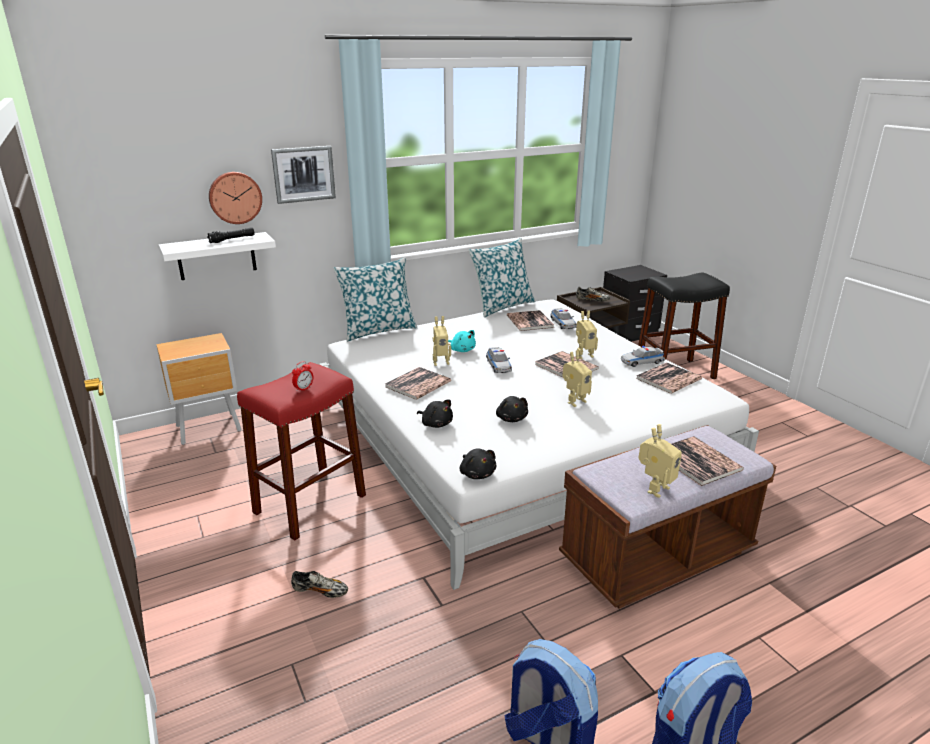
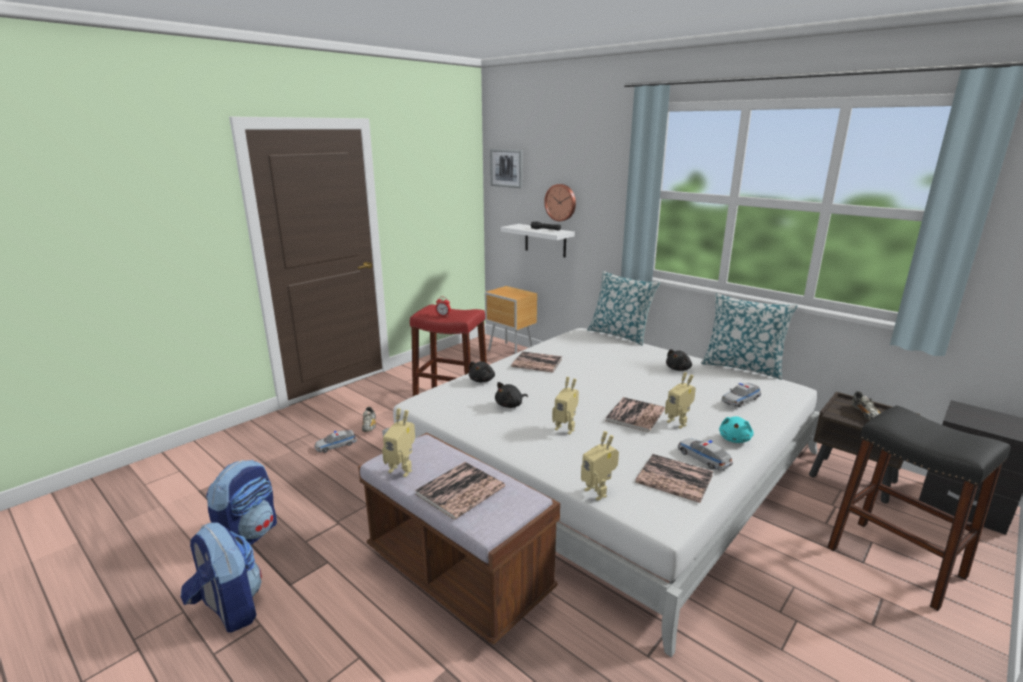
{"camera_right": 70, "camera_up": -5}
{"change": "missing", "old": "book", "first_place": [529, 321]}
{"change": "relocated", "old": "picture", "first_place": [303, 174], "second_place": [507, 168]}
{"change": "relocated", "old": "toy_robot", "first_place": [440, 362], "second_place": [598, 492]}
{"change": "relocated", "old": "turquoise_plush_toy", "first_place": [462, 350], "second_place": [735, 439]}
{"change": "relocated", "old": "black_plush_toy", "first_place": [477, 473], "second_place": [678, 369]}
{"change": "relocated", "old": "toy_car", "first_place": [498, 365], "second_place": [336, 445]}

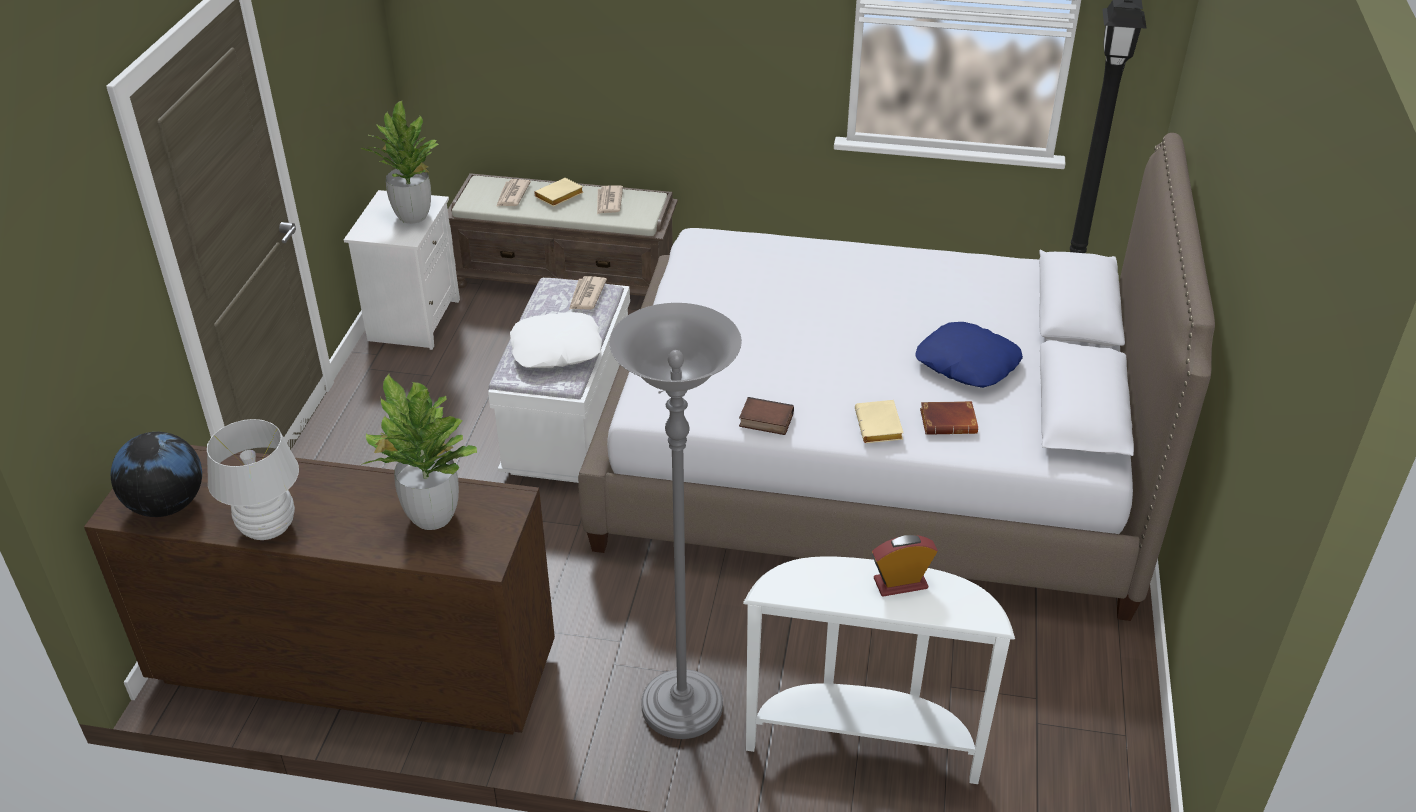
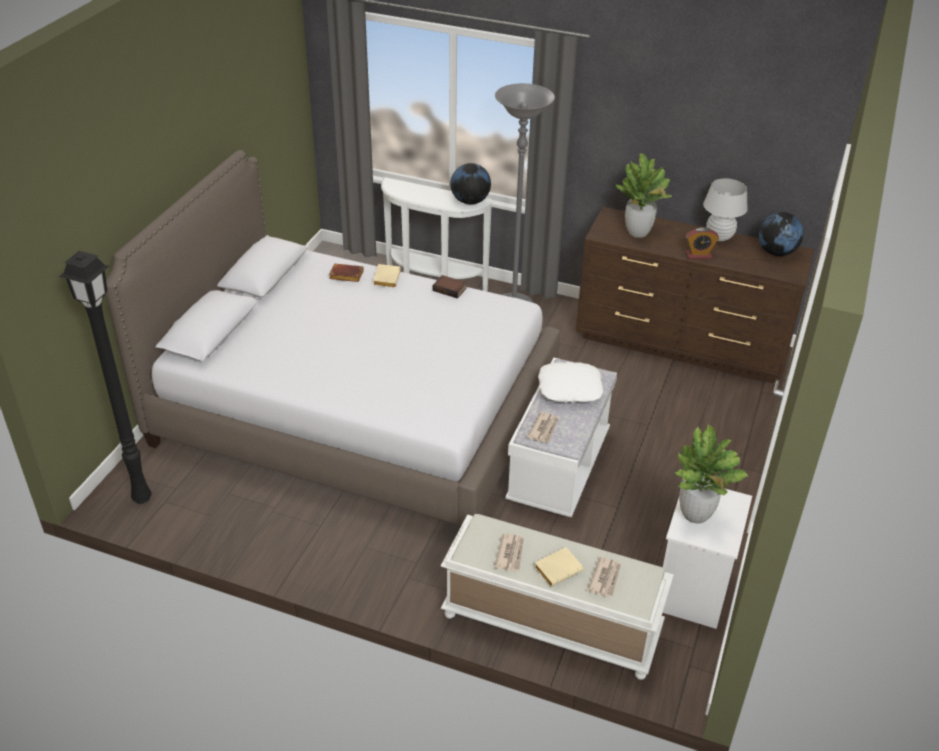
{"camera_right": -170, "camera_up": 0}
{"change": "missing", "old": "blue_pillow", "first_place": [967, 364]}
{"change": "appeared", "new": "globe", "second_place": [470, 201]}
{"change": "relocated", "old": "alarm_clock", "first_place": [900, 583], "second_place": [699, 255]}
{"change": "colour", "old": "brown_bench", "new": "white_bench", "first_place": [568, 278], "second_place": [549, 623]}

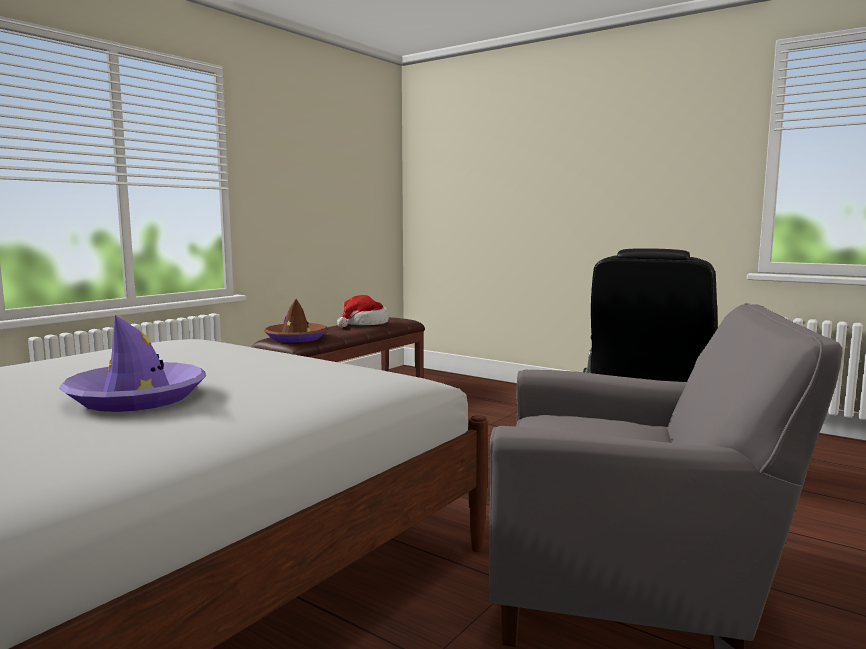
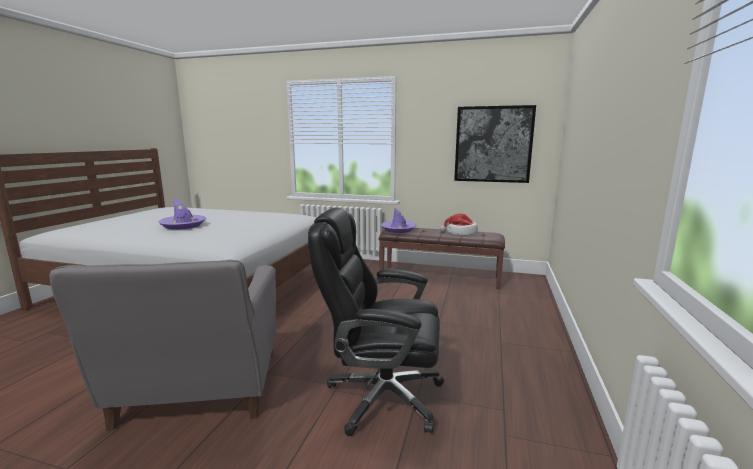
{"camera_right": 70, "camera_up": 5}
{"change": "appeared", "new": "picture", "second_place": [493, 144]}
{"change": "colour", "old": "brown_hat", "new": "purple_hat", "first_place": [296, 338], "second_place": [398, 229]}

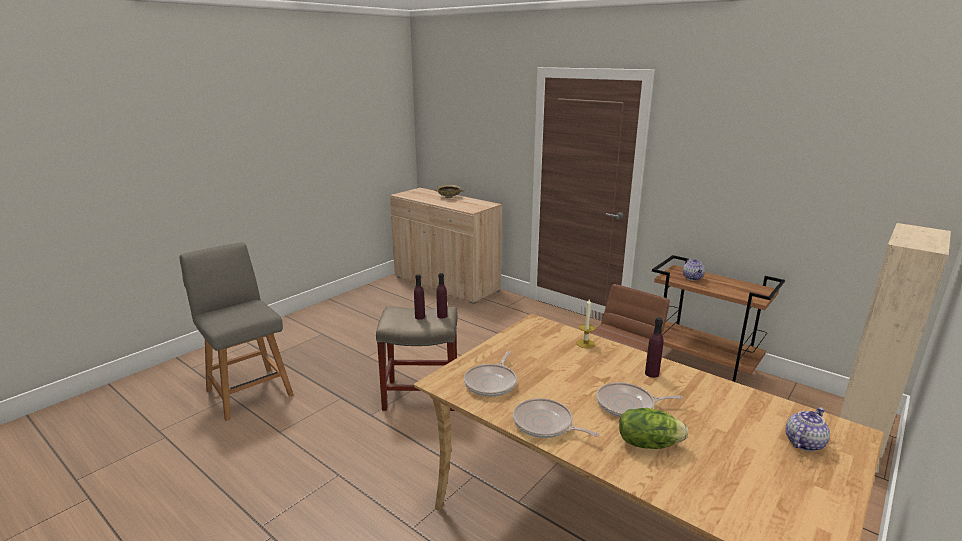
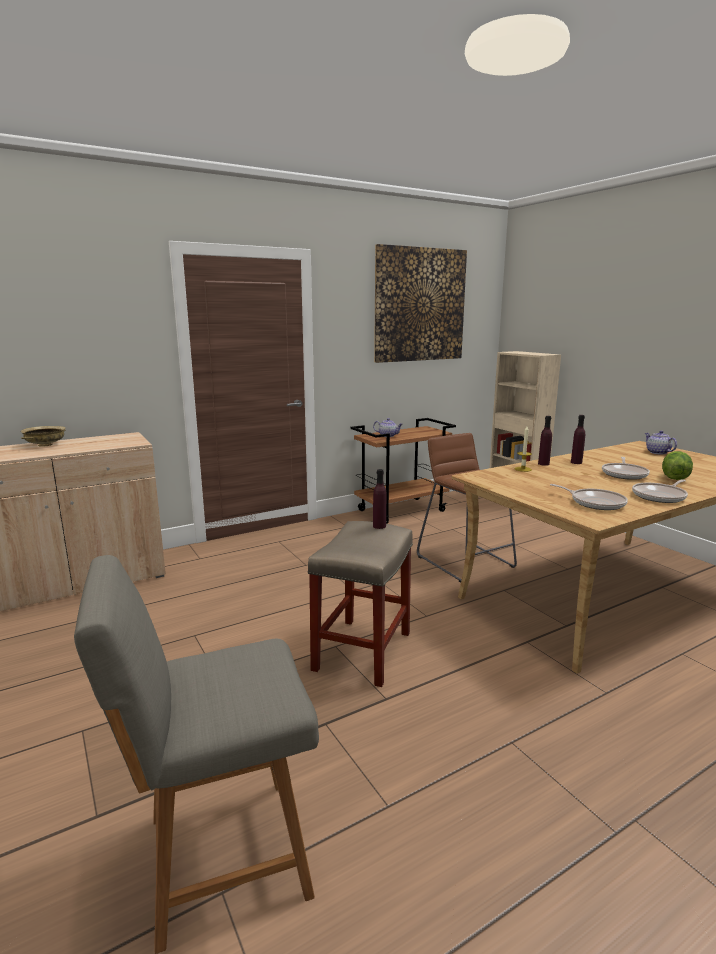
{"camera_right": -70, "camera_up": -5}
{"change": "appeared", "new": "picture", "second_place": [420, 305]}
{"change": "relocated", "old": "purple_bottle", "first_place": [420, 317], "second_place": [543, 464]}

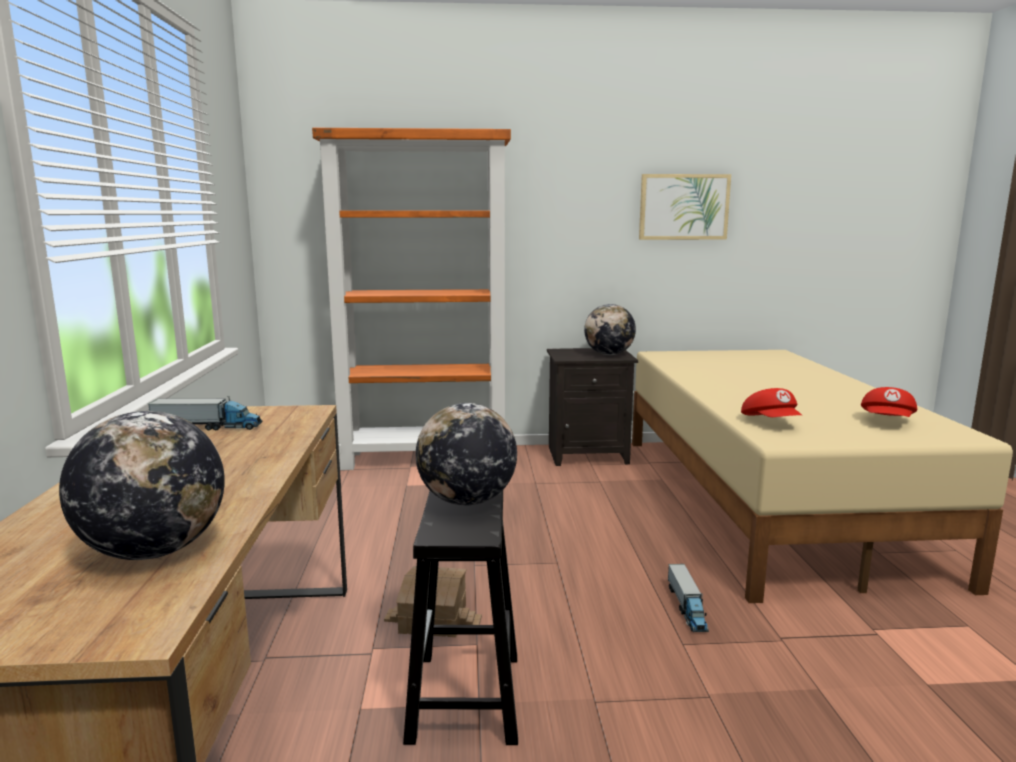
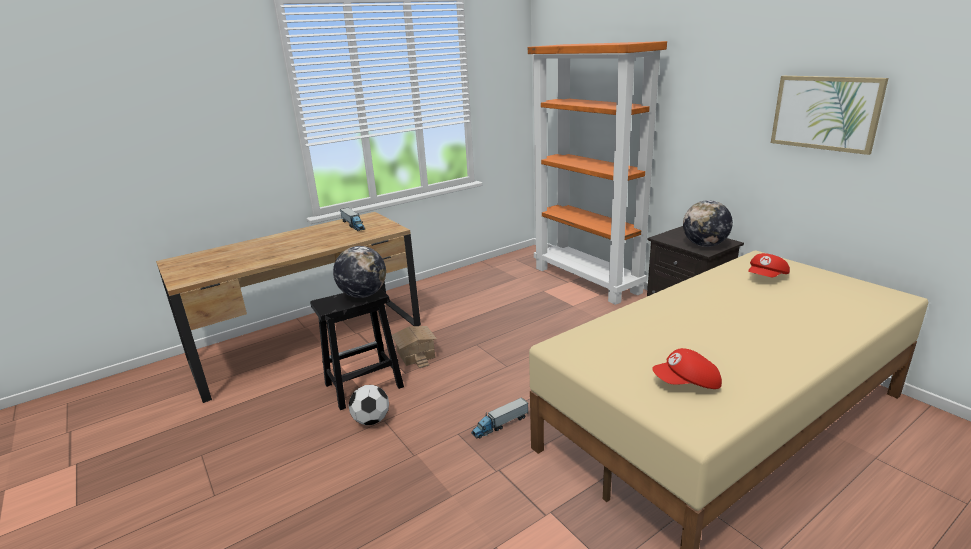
{"camera_right": 60, "camera_up": 10}
{"change": "missing", "old": "globe", "first_place": [154, 551]}
{"change": "appeared", "new": "football", "second_place": [371, 420]}
{"change": "relocated", "old": "red_cap", "first_place": [771, 422], "second_place": [767, 278]}

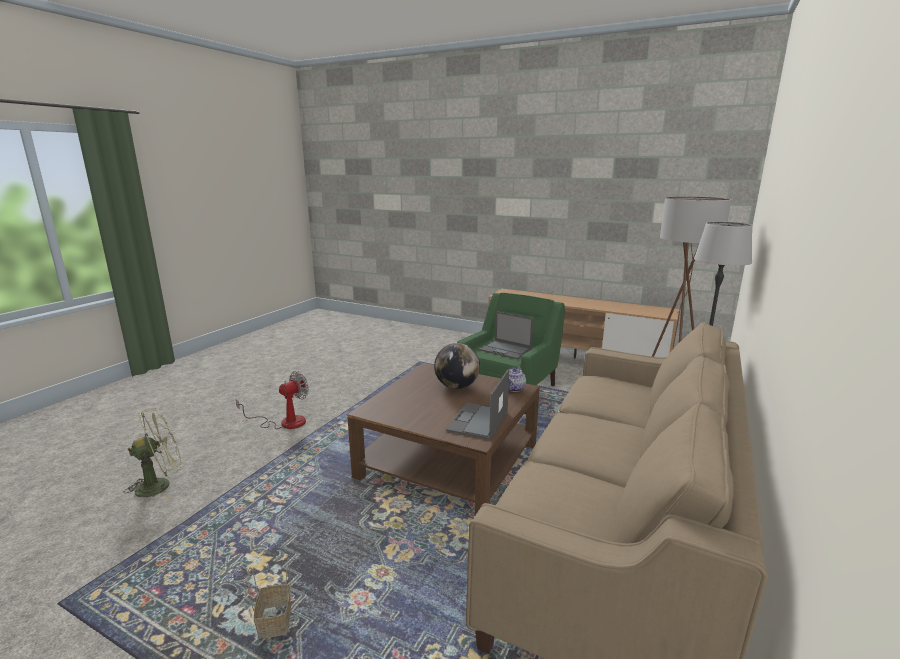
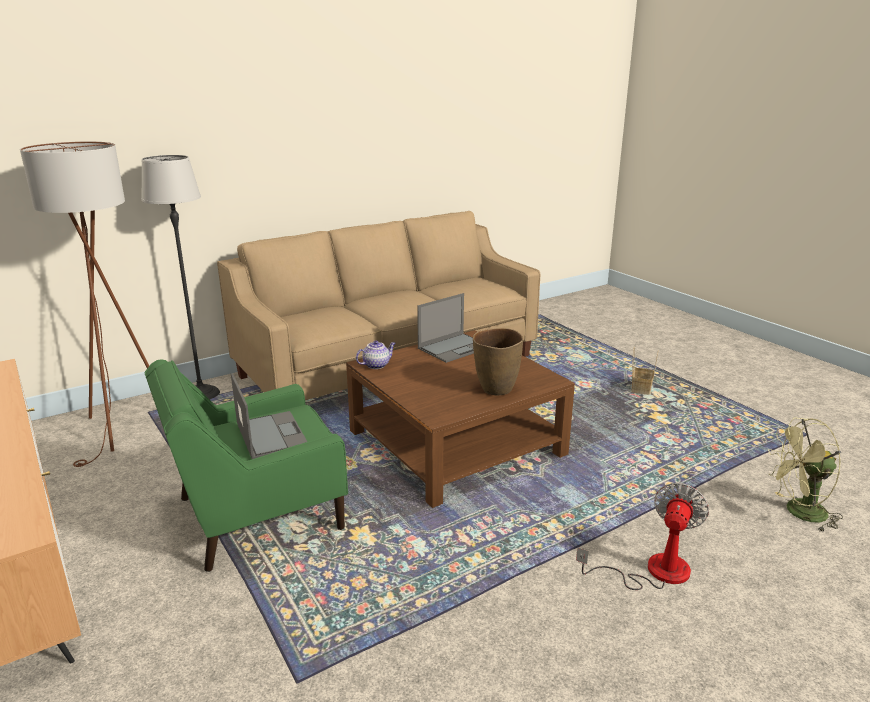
{"camera_right": -150, "camera_up": 5}
{"change": "missing", "old": "globe", "first_place": [457, 386]}
{"change": "appeared", "new": "brown_vase", "second_place": [496, 389]}
{"change": "spun", "old": "fan", "first_place": [284, 422], "second_place": [653, 571], "degrees": 135}

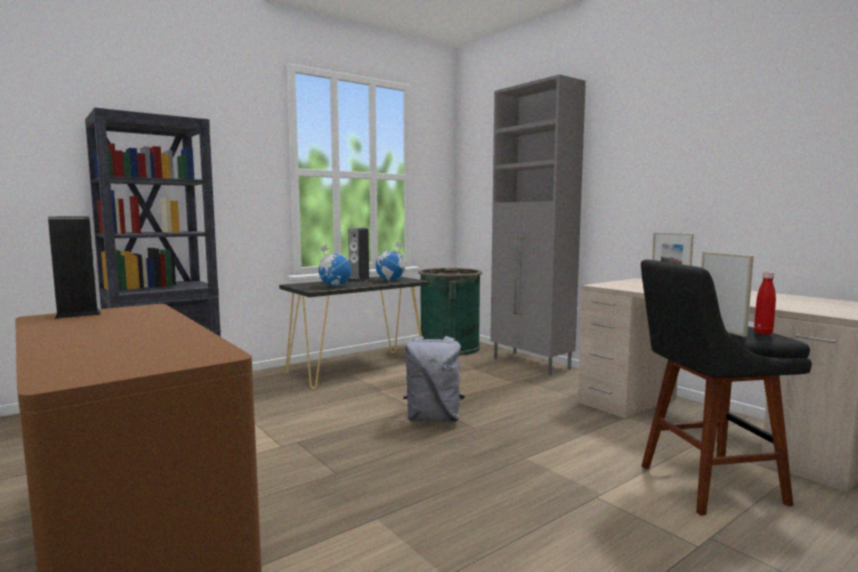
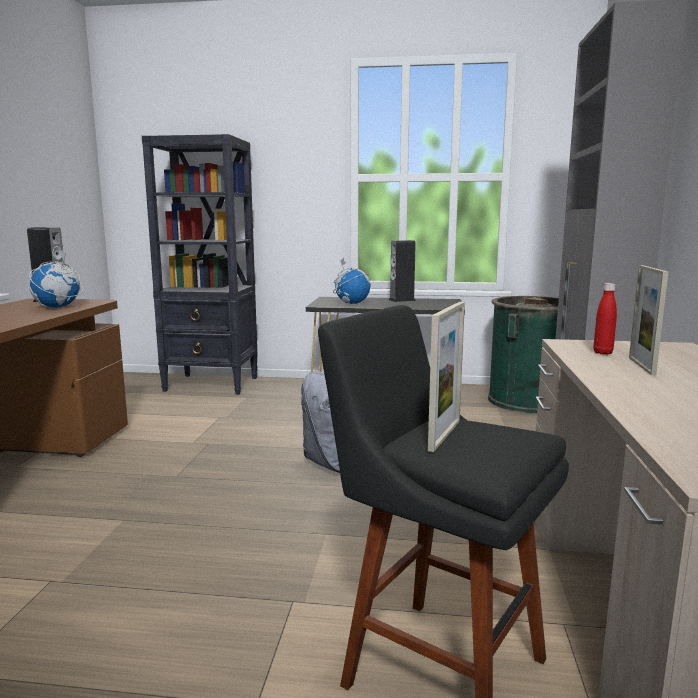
{"camera_right": 45, "camera_up": 5}
{"change": "relocated", "old": "globe", "first_place": [391, 280], "second_place": [58, 307]}
{"change": "relocated", "old": "red_bottle", "first_place": [763, 333], "second_place": [602, 353]}

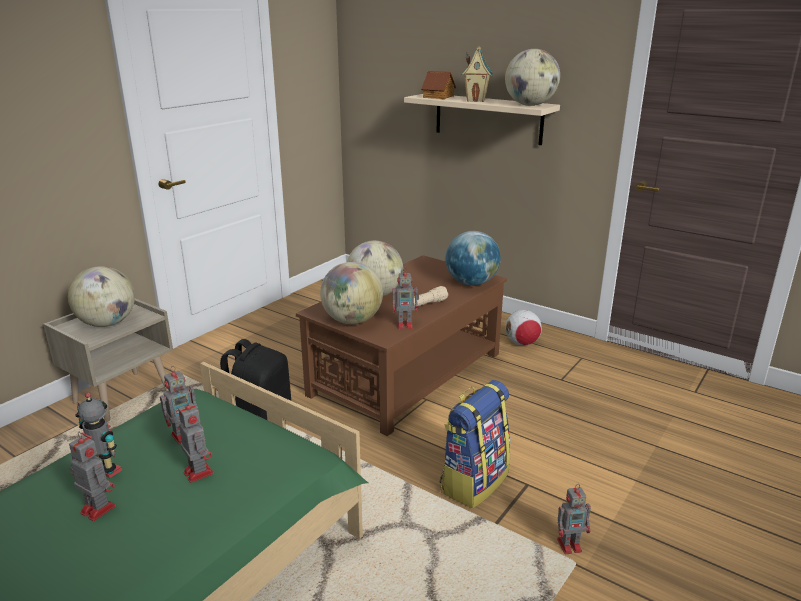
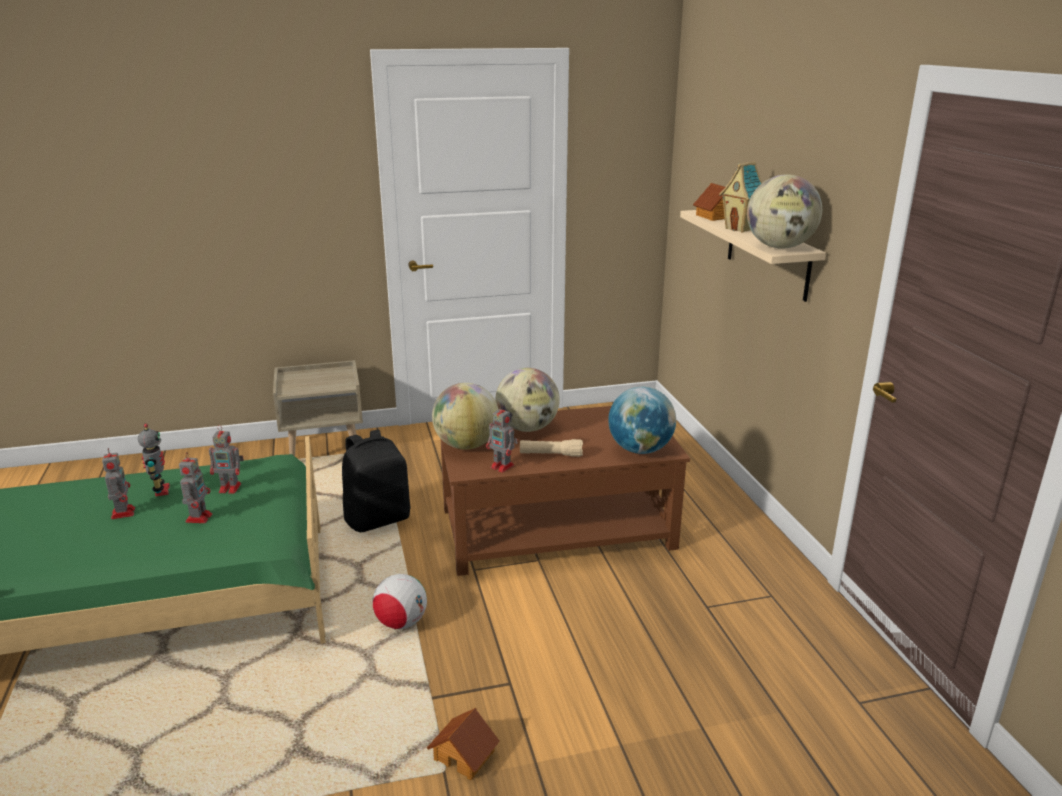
{"camera_right": 40, "camera_up": 0}
{"change": "missing", "old": "globe", "first_place": [107, 323]}
{"change": "missing", "old": "backpack", "first_place": [473, 481]}
{"change": "relocated", "old": "football", "first_place": [522, 343], "second_place": [401, 622]}
{"change": "exchanged", "old": "toy_robot", "new": "toy_house", "first_place": [570, 545], "second_place": [464, 755]}

